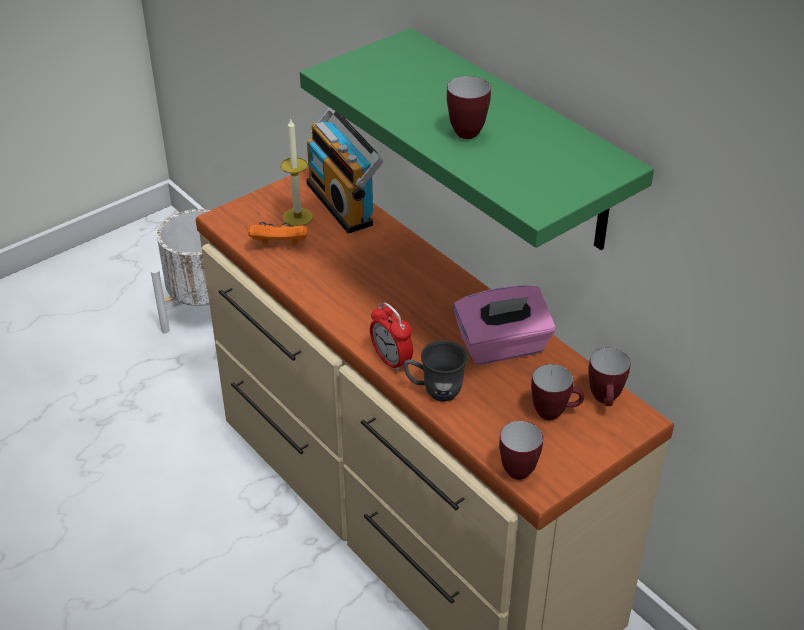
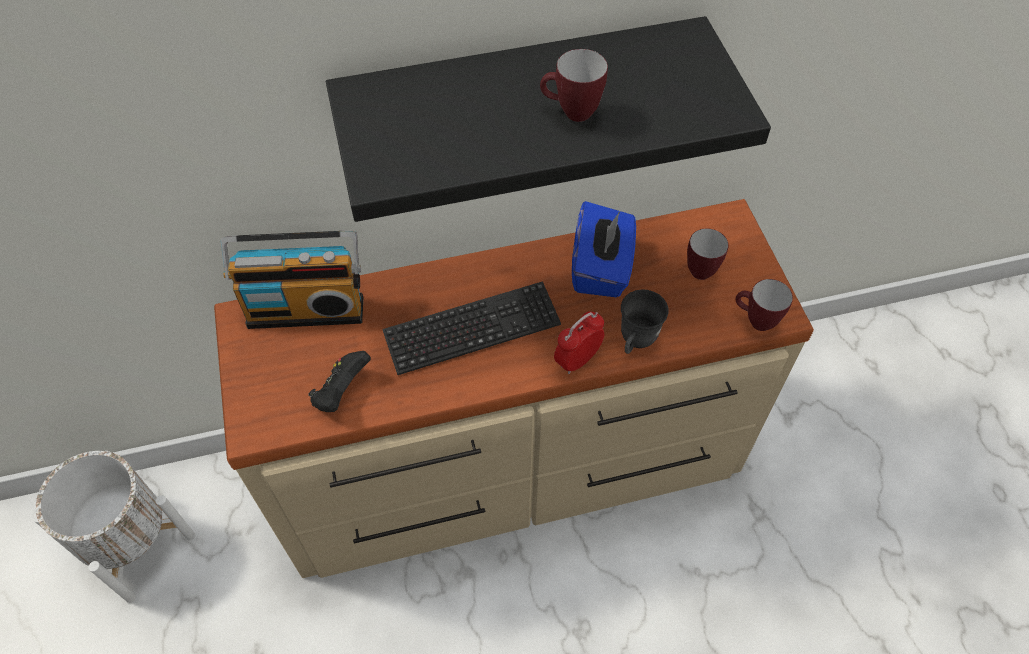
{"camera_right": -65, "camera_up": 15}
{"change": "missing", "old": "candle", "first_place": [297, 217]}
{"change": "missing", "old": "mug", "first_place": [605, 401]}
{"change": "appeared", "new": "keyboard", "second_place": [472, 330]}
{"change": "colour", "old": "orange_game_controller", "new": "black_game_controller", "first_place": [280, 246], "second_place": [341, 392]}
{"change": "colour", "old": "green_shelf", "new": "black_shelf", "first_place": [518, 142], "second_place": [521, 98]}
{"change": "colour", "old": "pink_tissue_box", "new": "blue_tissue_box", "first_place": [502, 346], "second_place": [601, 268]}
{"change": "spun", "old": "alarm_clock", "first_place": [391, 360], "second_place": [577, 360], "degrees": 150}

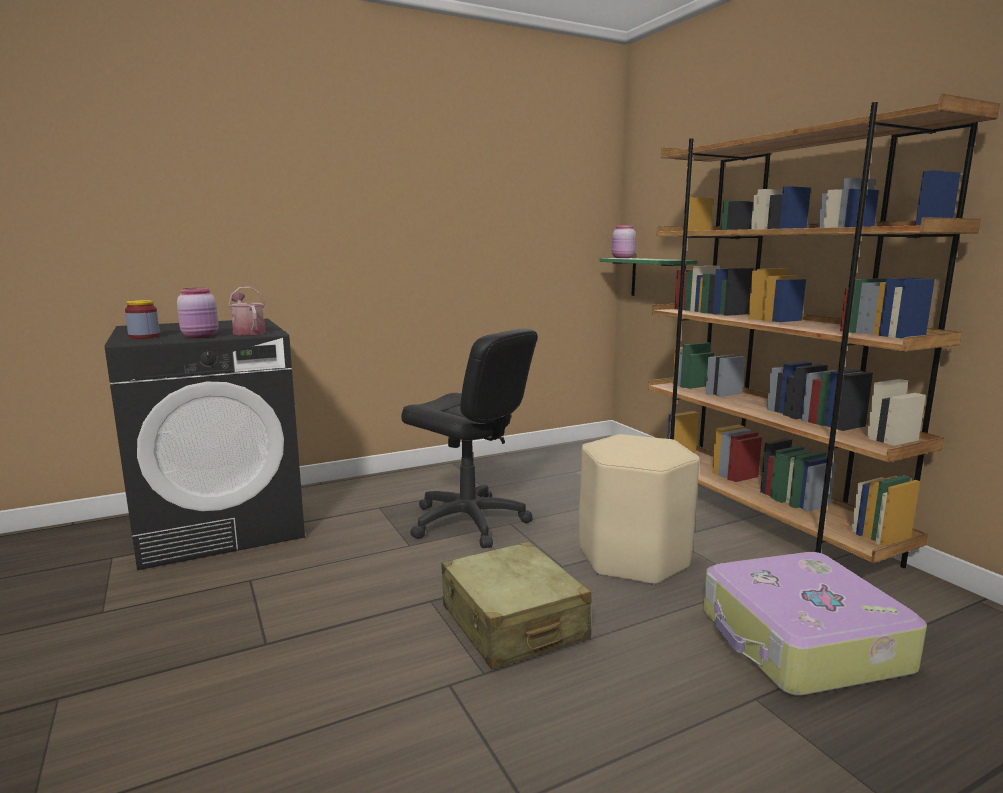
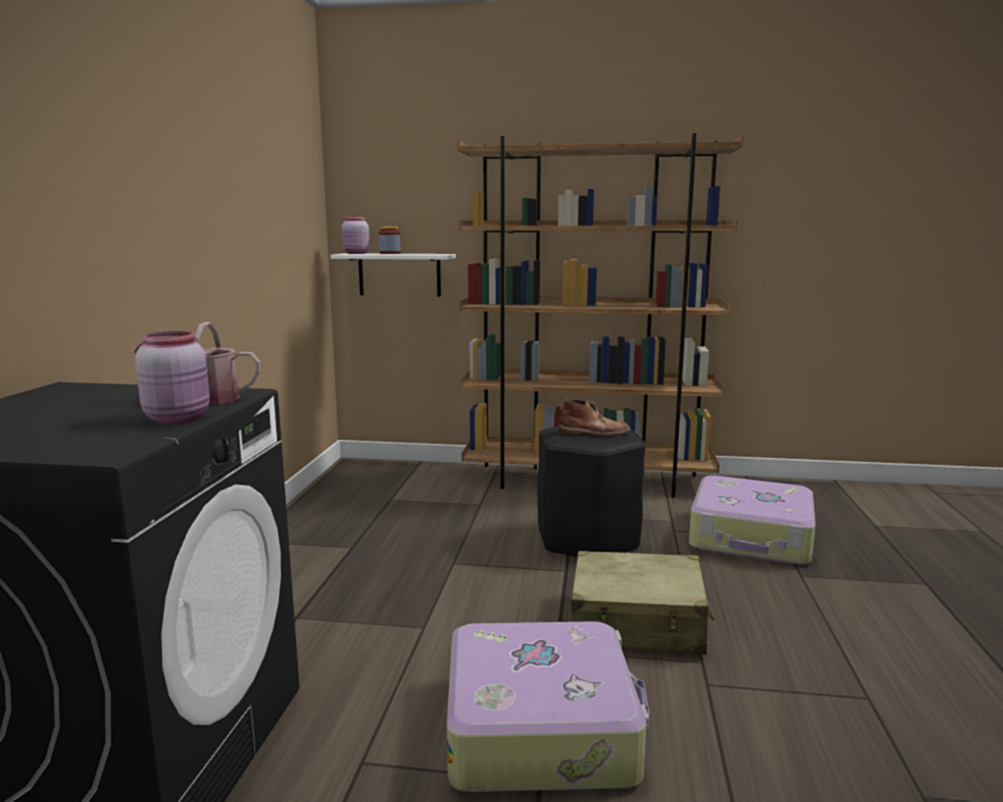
{"camera_right": -55, "camera_up": 0}
{"change": "missing", "old": "black_office_chair", "first_place": [468, 522]}
{"change": "appeared", "new": "suitcase", "second_place": [542, 727]}
{"change": "appeared", "new": "brown_boot", "second_place": [594, 432]}
{"change": "relocated", "old": "jar", "first_place": [144, 336], "second_place": [390, 253]}
{"change": "colour", "old": "beige_stool", "new": "black_stool", "first_place": [633, 558], "second_place": [587, 540]}
{"change": "colour", "old": "green_shelf", "new": "white_shelf", "first_place": [657, 278], "second_place": [399, 274]}

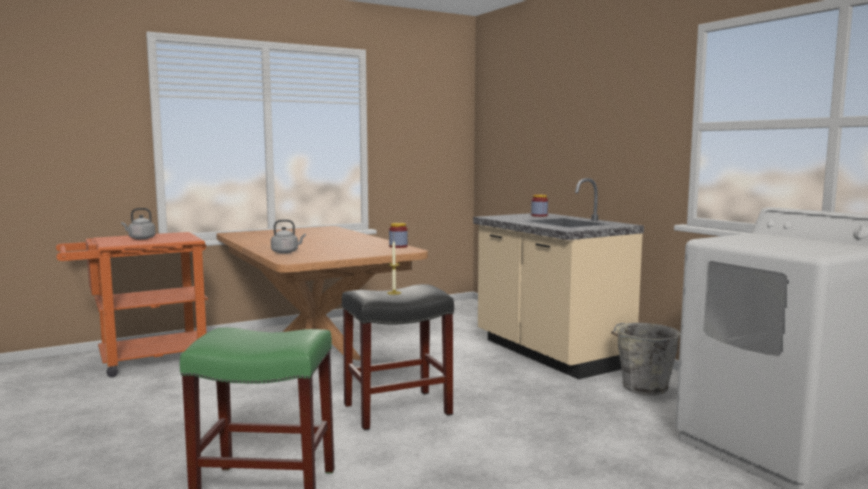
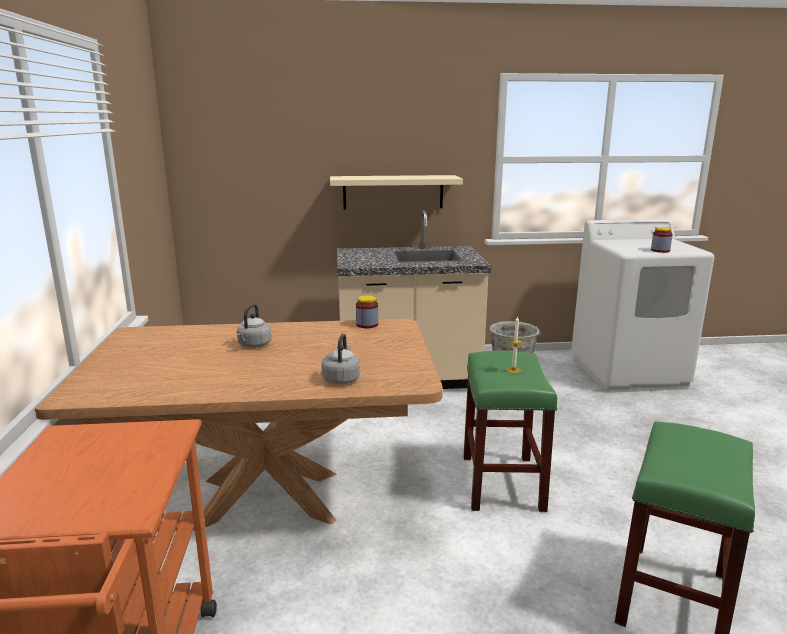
{"camera_right": -65, "camera_up": 10}
{"change": "appeared", "new": "beige_shelf", "second_place": [393, 192]}
{"change": "relocated", "old": "grey_kettle", "first_place": [140, 238], "second_place": [253, 345]}
{"change": "relocated", "old": "jar", "first_place": [539, 215], "second_place": [660, 250]}
{"change": "colour", "old": "black_stool", "new": "green_stool", "first_place": [396, 410], "second_place": [503, 483]}

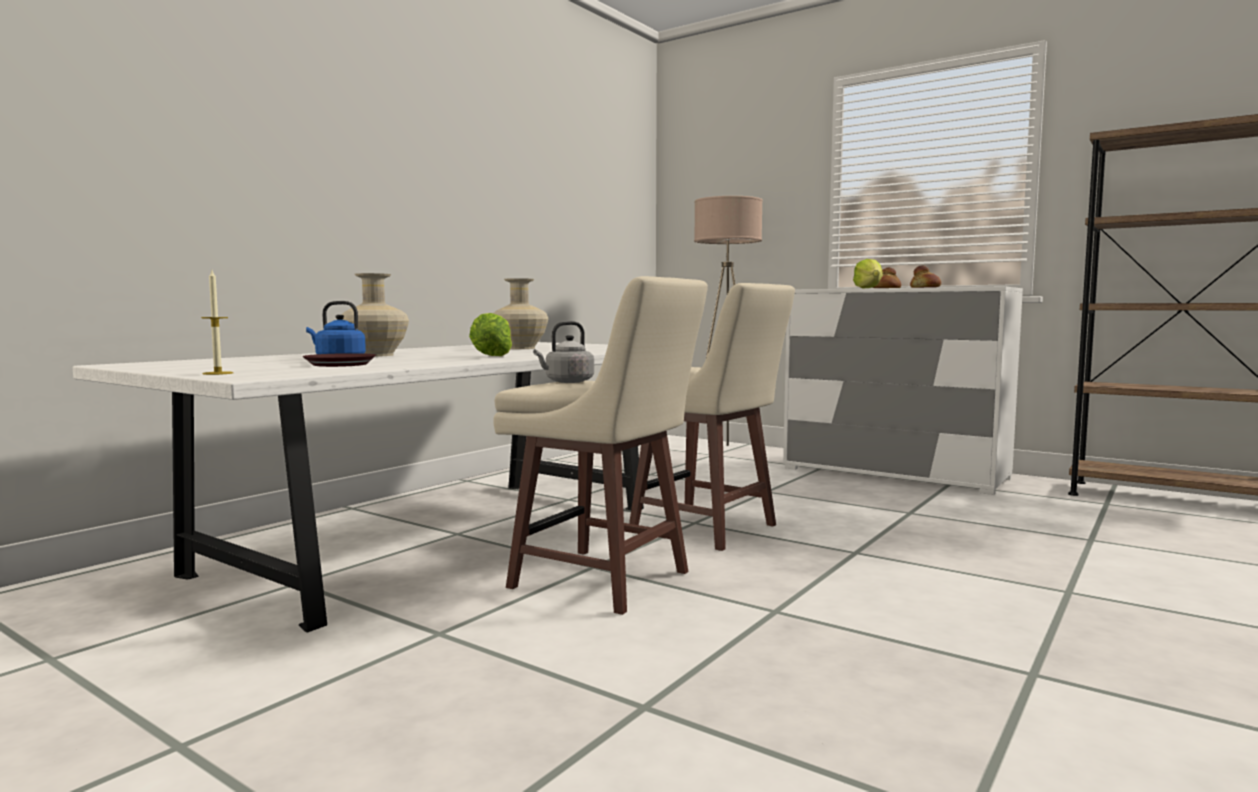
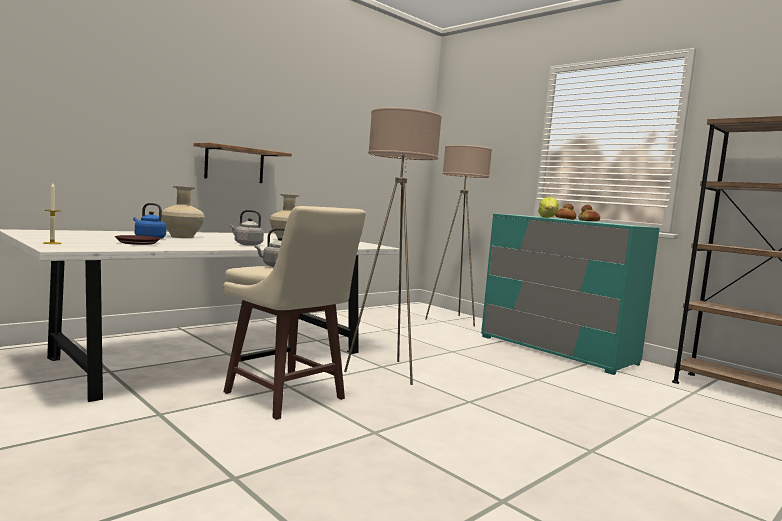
{"camera_right": 10, "camera_up": 0}
{"change": "appeared", "new": "shelf", "second_place": [234, 164]}
{"change": "exchanged", "old": "lettuce", "new": "grey_kettle", "first_place": [491, 356], "second_place": [247, 244]}
{"change": "exchanged", "old": "beige_stool", "new": "beige_floor_lamp", "first_place": [706, 529], "second_place": [385, 372]}
{"change": "colour", "old": "white_dresser", "new": "turquoise_dresser", "first_place": [894, 473], "second_place": [556, 350]}

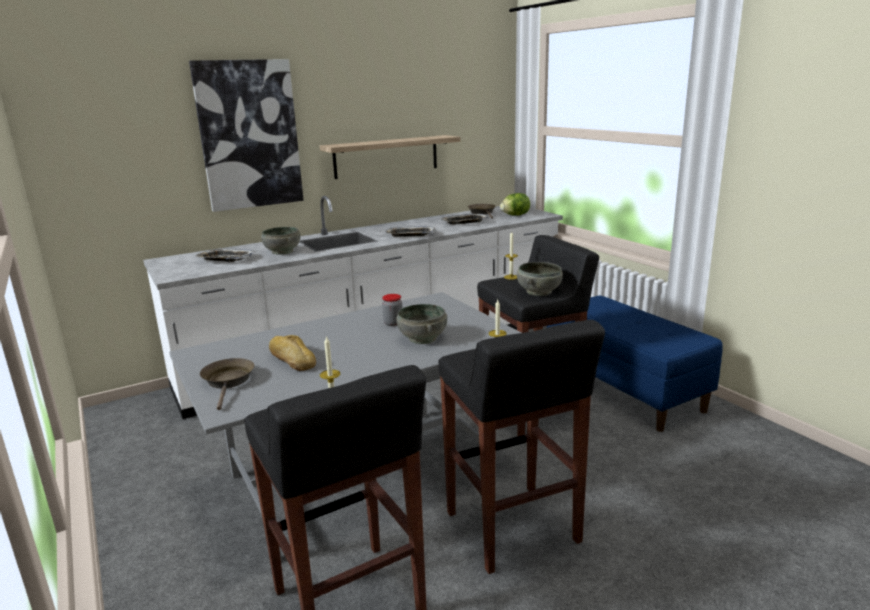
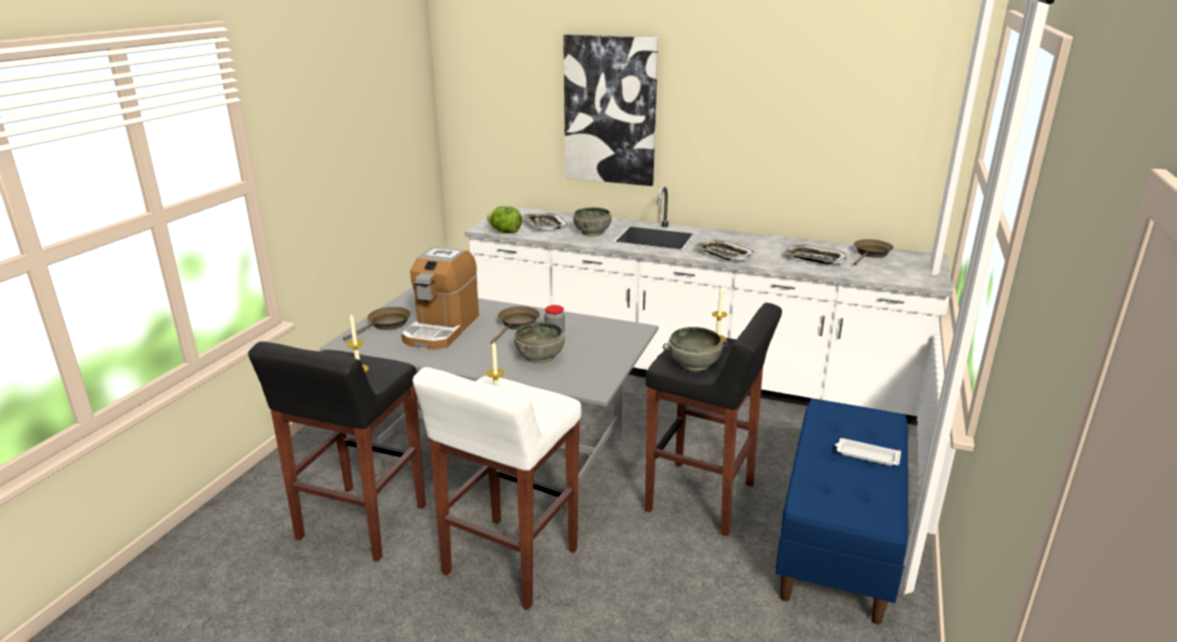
{"camera_right": 50, "camera_up": 5}
{"change": "missing", "old": "shelf", "first_place": [386, 156]}
{"change": "appeared", "new": "brown_frying_pan", "second_place": [517, 324]}
{"change": "appeared", "new": "white_tray", "second_place": [866, 455]}
{"change": "relocated", "old": "lettuce", "first_place": [515, 215], "second_place": [505, 232]}
{"change": "exchanged", "old": "bread", "new": "coffee_machine", "first_place": [292, 360], "second_place": [441, 328]}
{"change": "colour", "old": "black_stool", "new": "white_stool", "first_place": [513, 529], "second_place": [509, 563]}

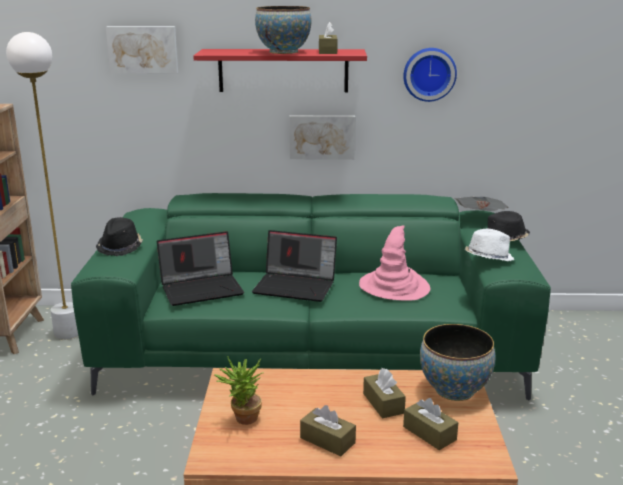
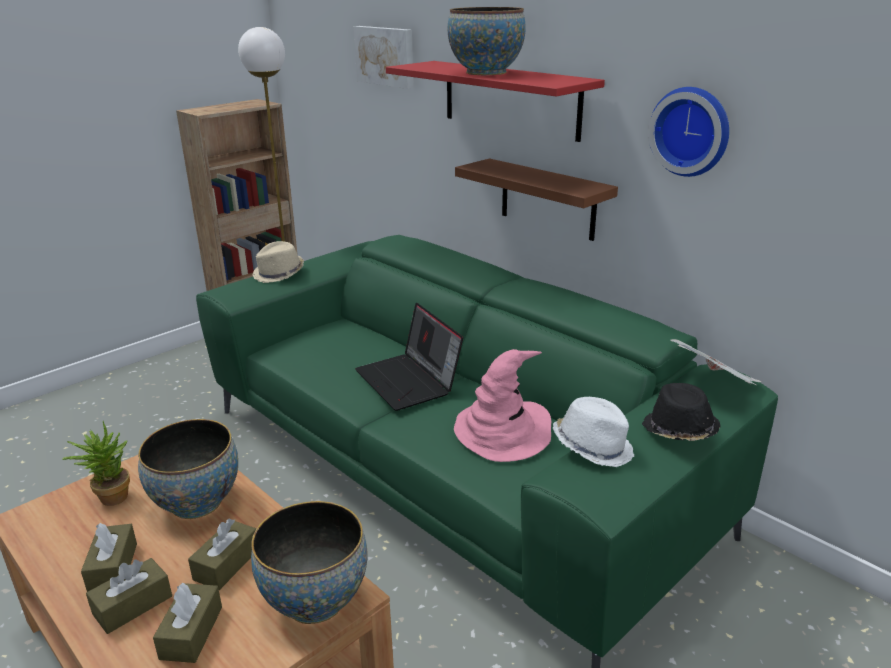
{"camera_right": 45, "camera_up": 5}
{"change": "missing", "old": "laptop", "first_place": [202, 288]}
{"change": "appeared", "new": "bowl", "second_place": [197, 503]}
{"change": "relocated", "old": "brown_tissue_box", "first_place": [327, 51], "second_place": [133, 605]}
{"change": "exchanged", "old": "picture", "new": "brown_shelf", "first_place": [322, 136], "second_place": [547, 199]}
{"change": "colour", "old": "black_hat", "new": "beige_hat", "first_place": [120, 247], "second_place": [279, 274]}

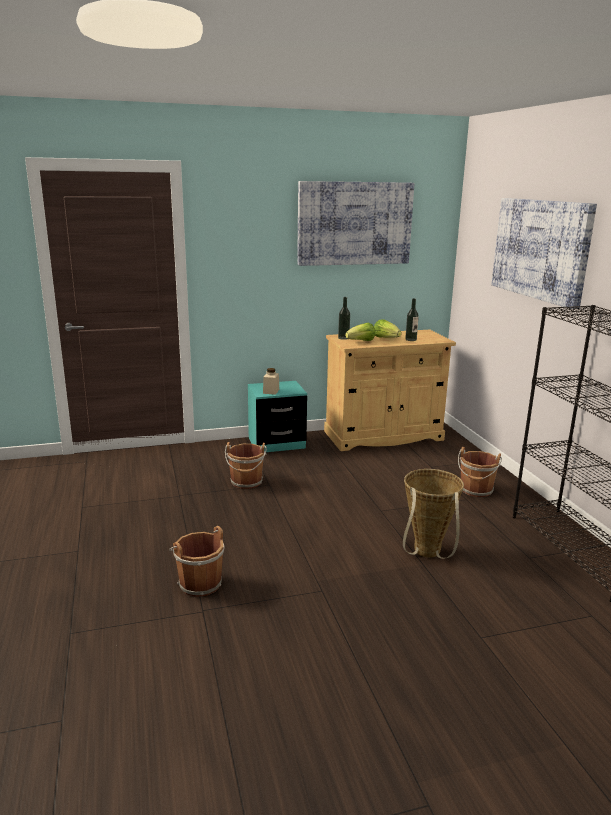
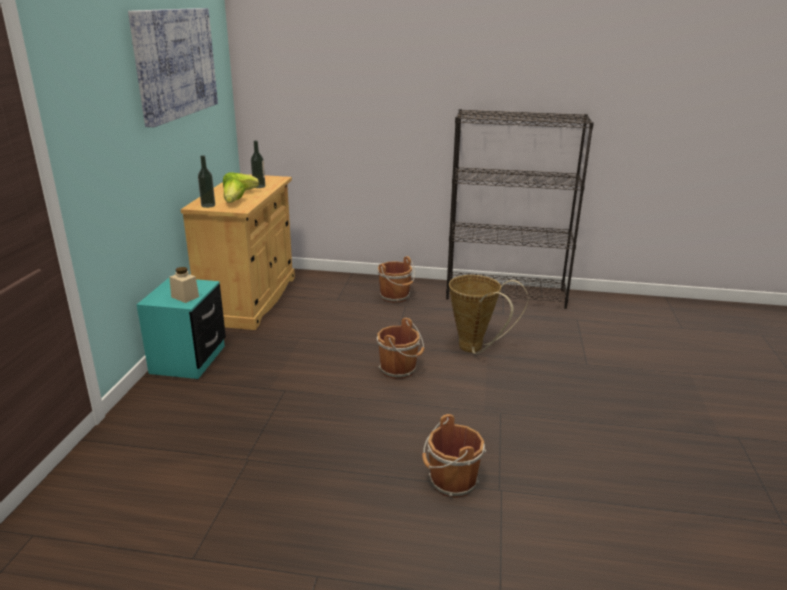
{"camera_right": -65, "camera_up": 5}
{"change": "missing", "old": "picture", "first_place": [541, 249]}
{"change": "relocated", "old": "brown_bucket", "first_place": [246, 482], "second_place": [399, 369]}

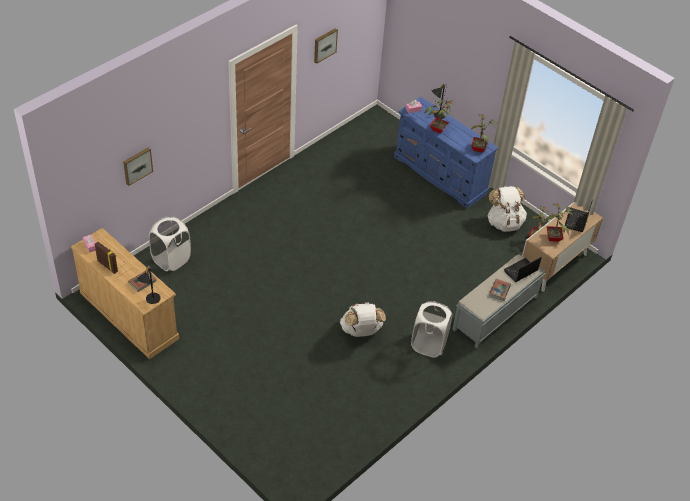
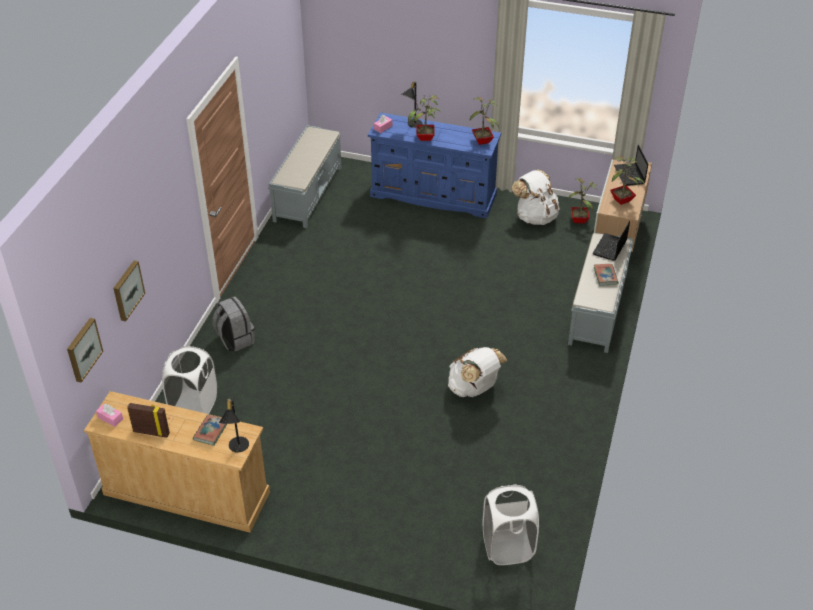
{"camera_right": -25, "camera_up": -5}
{"change": "appeared", "new": "grey_backpack", "second_place": [235, 339]}
{"change": "appeared", "new": "grey_bench", "second_place": [308, 193]}
{"change": "relocated", "old": "picture", "first_place": [324, 45], "second_place": [83, 349]}
{"change": "relocated", "old": "white_laundry_basket", "first_place": [428, 344], "second_place": [507, 547]}

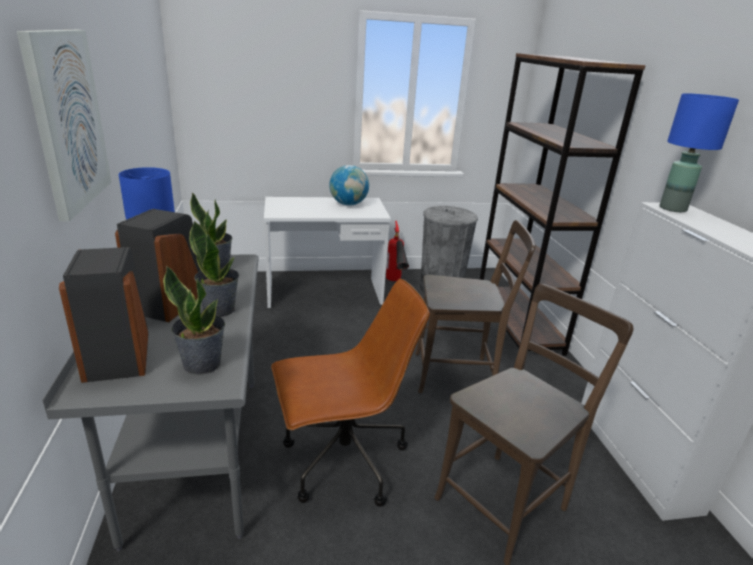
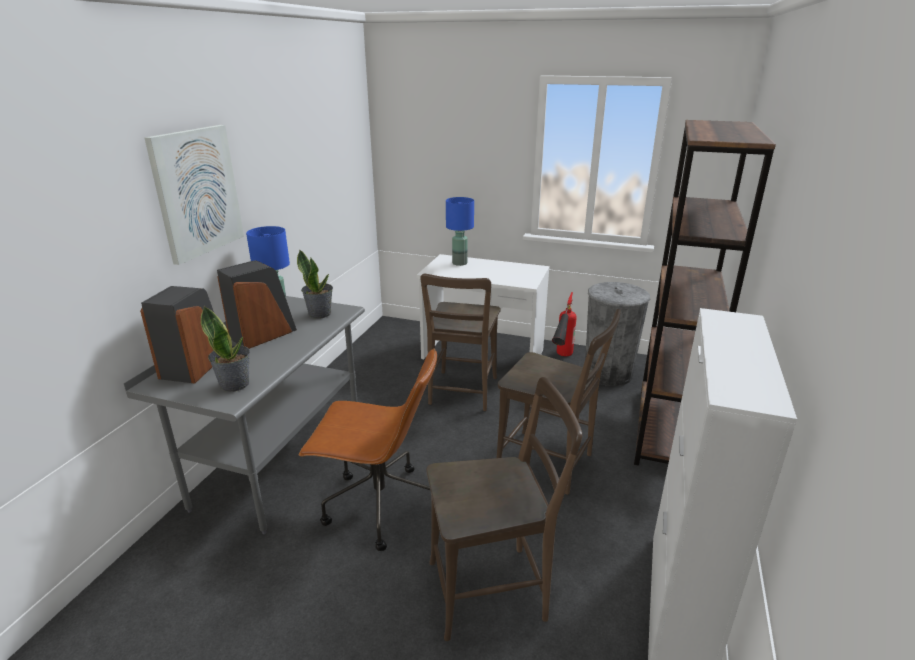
{"camera_right": 30, "camera_up": 0}
{"change": "missing", "old": "potted_plant", "first_place": [219, 309]}
{"change": "missing", "old": "globe", "first_place": [348, 204]}
{"change": "appeared", "new": "brown_chair", "second_place": [462, 393]}
{"change": "relocated", "old": "blue_table_lamp", "first_place": [673, 208], "second_place": [460, 263]}

